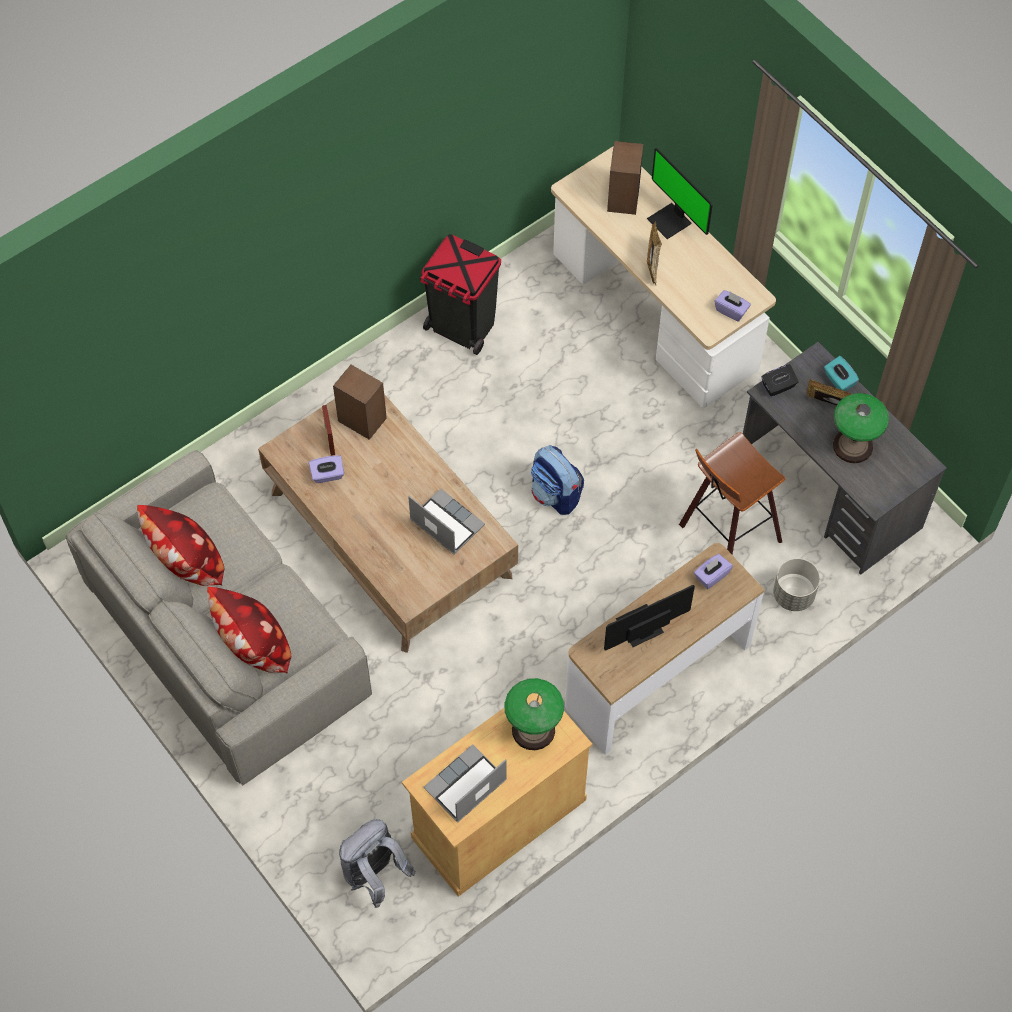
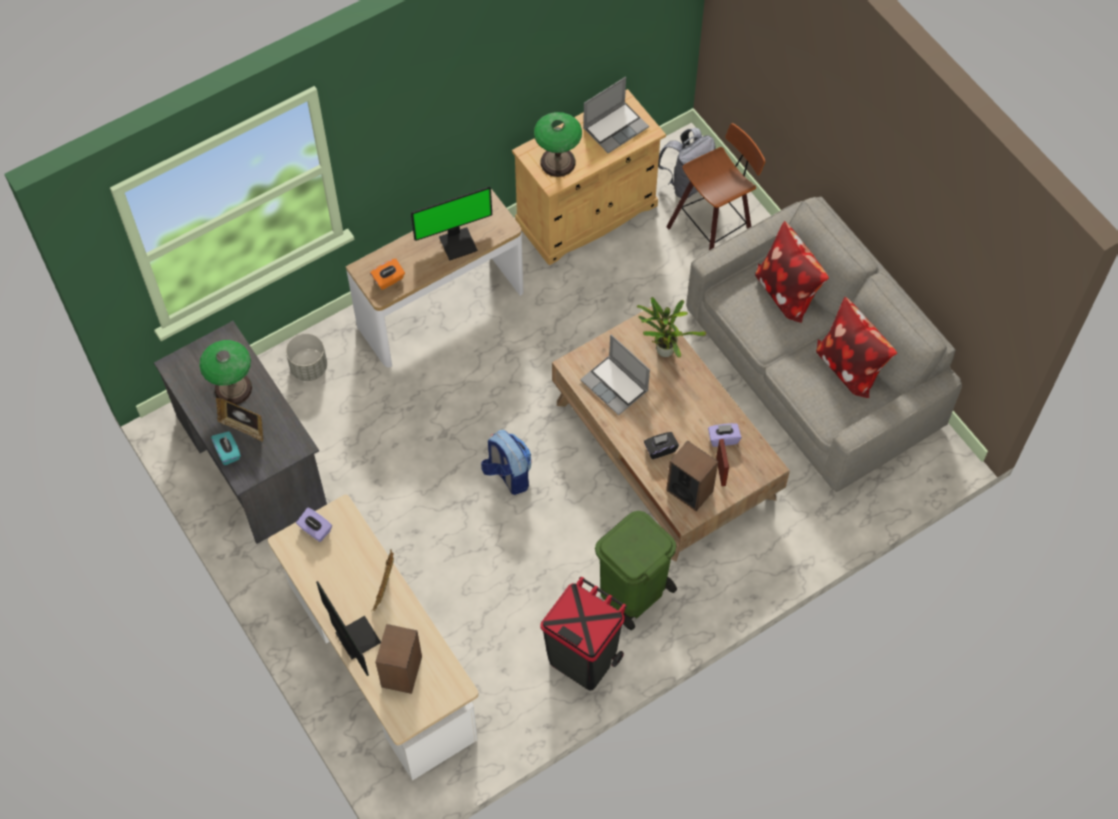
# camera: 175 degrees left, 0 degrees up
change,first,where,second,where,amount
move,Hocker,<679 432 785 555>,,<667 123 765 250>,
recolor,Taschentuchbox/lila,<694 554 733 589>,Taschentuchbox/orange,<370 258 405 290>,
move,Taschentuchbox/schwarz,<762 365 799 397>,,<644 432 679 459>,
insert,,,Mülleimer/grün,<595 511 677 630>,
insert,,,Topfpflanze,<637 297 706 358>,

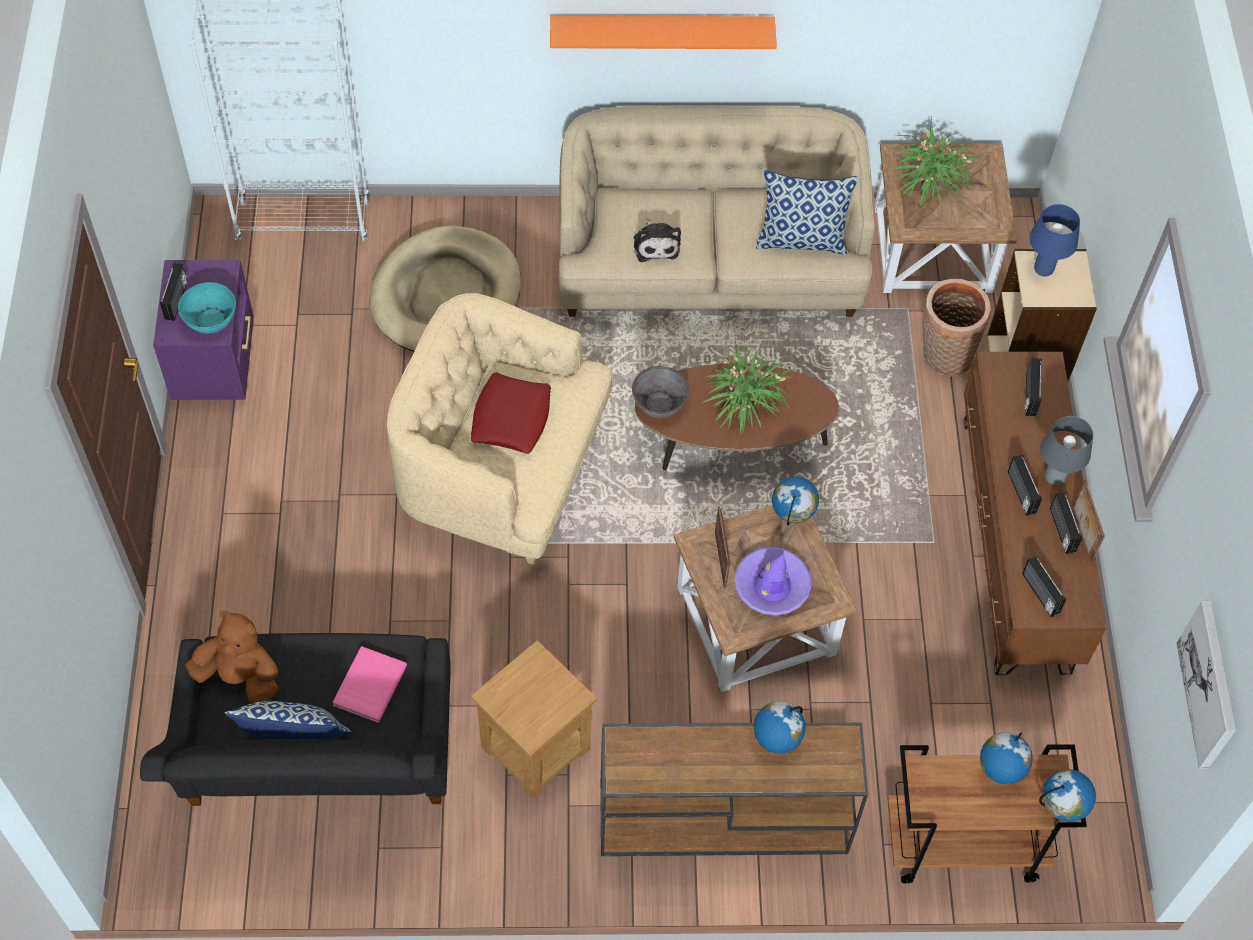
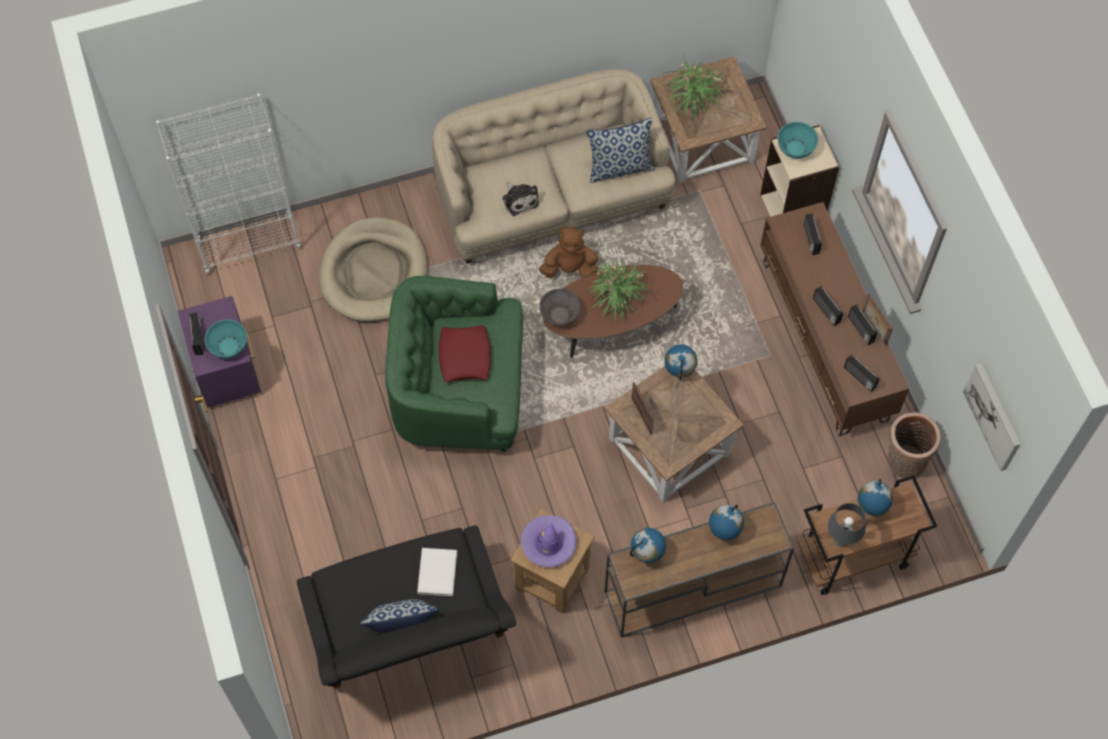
# camera: 15 degrees left, 5 degrees up
change,first,where,second,where,amount
move,Plüschtier/braun,<185 611 278 702>,,<539 227 598 278>,
recolor,Buch/rosa,<332 646 407 723>,Buch/weiß,<417 548 458 596>,
recolor,Sessel/beige,<387 293 612 565>,Sessel/grün,<385 276 523 452>,
delete,Wandregal/orange,<550 15 777 49>,,,
move,Hut/lila,<735 547 812 616>,,<521 515 577 568>,
move,Korb,<923 279 991 377>,,<887 412 940 478>,
replace,Tischlampe/blau,<1029 204 1080 277>,Schüssel/türkis,<777 122 818 159>,
move,Globus,<1039 769 1096 822>,,<630 528 666 563>,
move,Tischlampe/grau,<1040 416 1093 485>,,<828 503 866 547>,

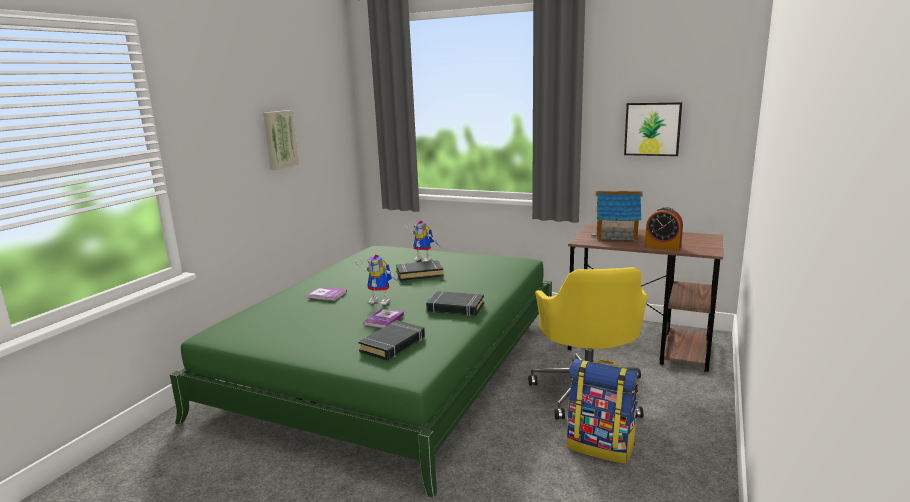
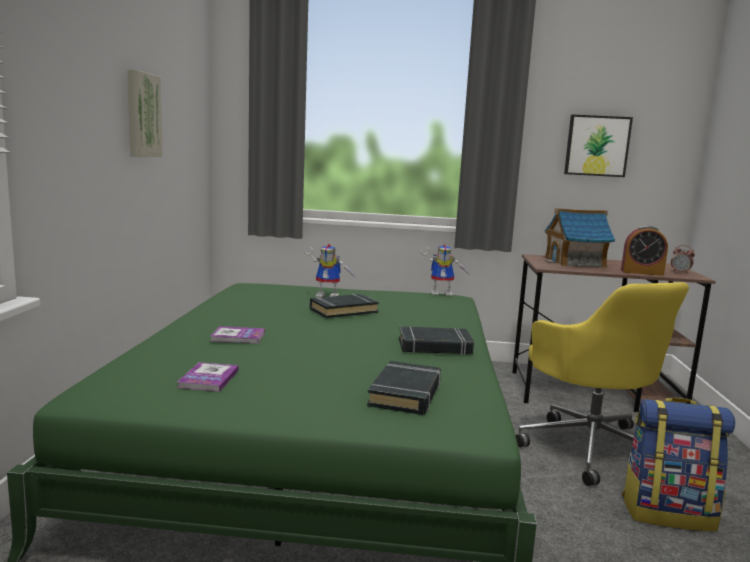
# camera: 20 degrees left, 5 degrees down
change,first,where,second,where,amount
move,Spielzeugroboter,<355 255 402 305>,,<421 244 470 296>,
move,Buch,<363 308 404 328>,,<177 362 238 391>,
insert,,,Wecker,<671 245 695 274>,

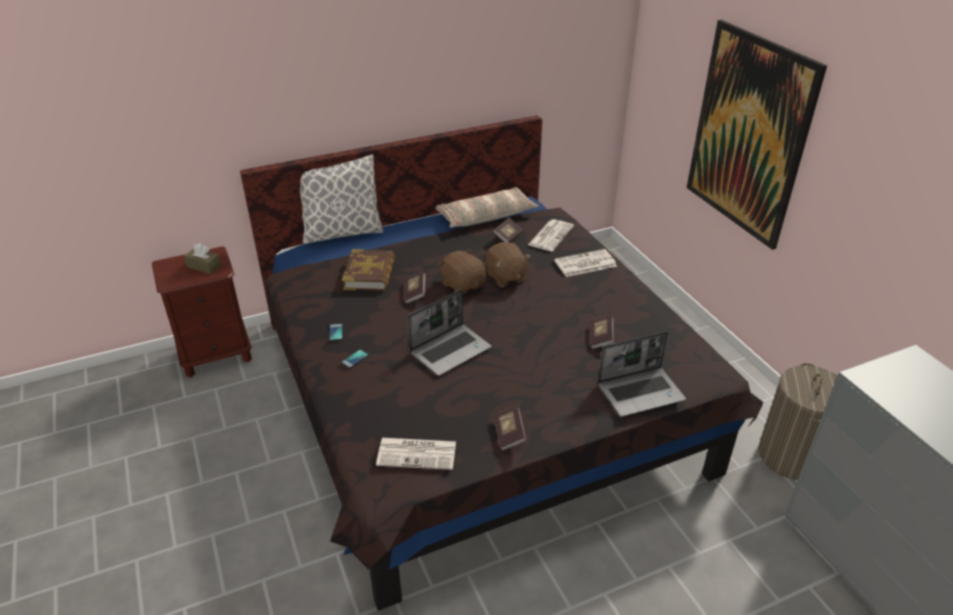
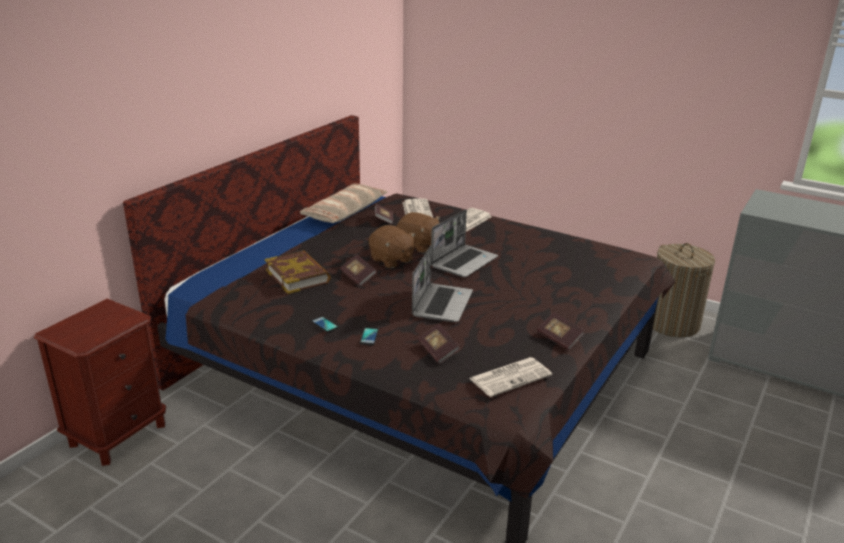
# camera: 35 degrees left, 10 degrees down
change,first,where,second,where,amount
delete,Taschentuchbox/braun,<184 243 222 274>,,,
delete,Kissen,<300 154 383 244>,,,
rotate,Plüschtier/braun,<438 249 486 294>,,<369 225 416 268>,150 degrees counterclockwise
move,Buch,<590 315 614 349>,,<418 324 460 364>,
move,Laptop,<597 331 686 417>,,<431 209 498 277>,
delete,Bild,<687 20 827 250>,,,

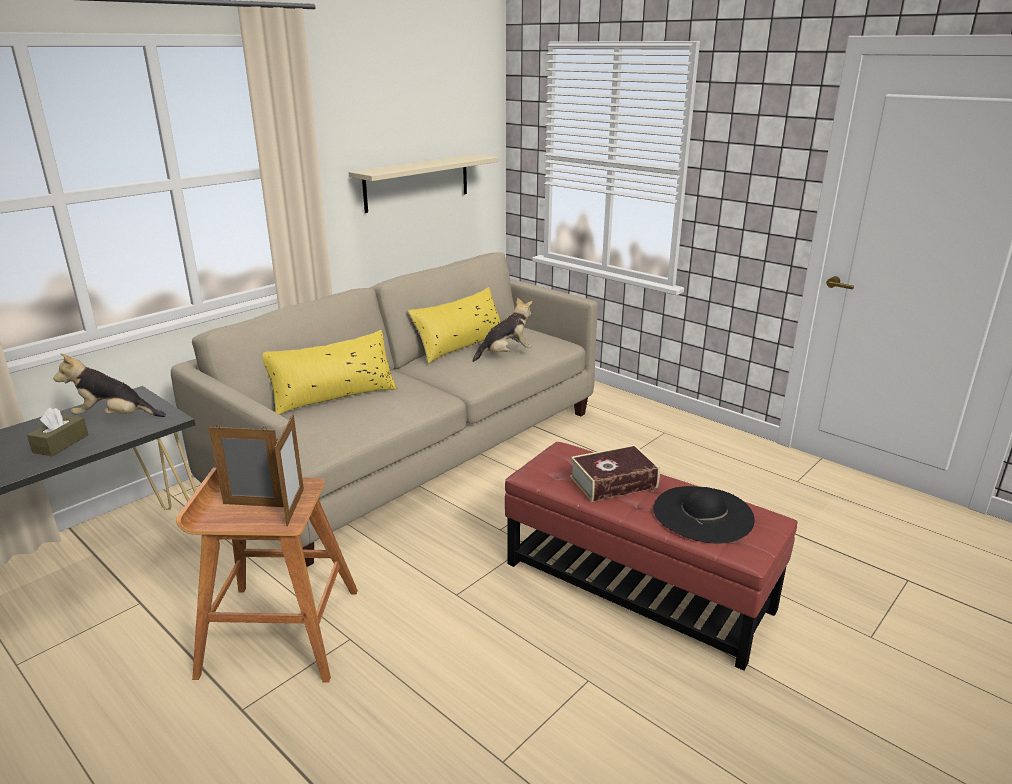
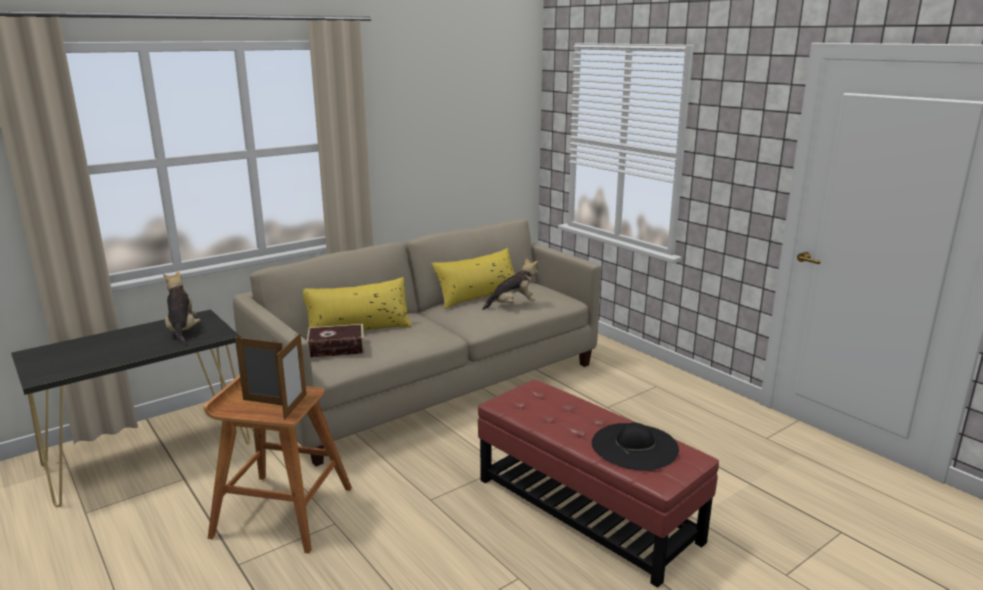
# camera: 10 degrees right, 5 degrees down
change,first,where,second,where,amount
delete,Taschentuchbox/braun,<27 407 89 456>,,,
rotate,Plüschtier,<53 353 166 417>,,<163 271 200 346>,60 degrees clockwise
delete,Wandregal/beige,<349 154 498 213>,,,
move,Buch,<570 445 660 502>,,<307 324 365 358>,

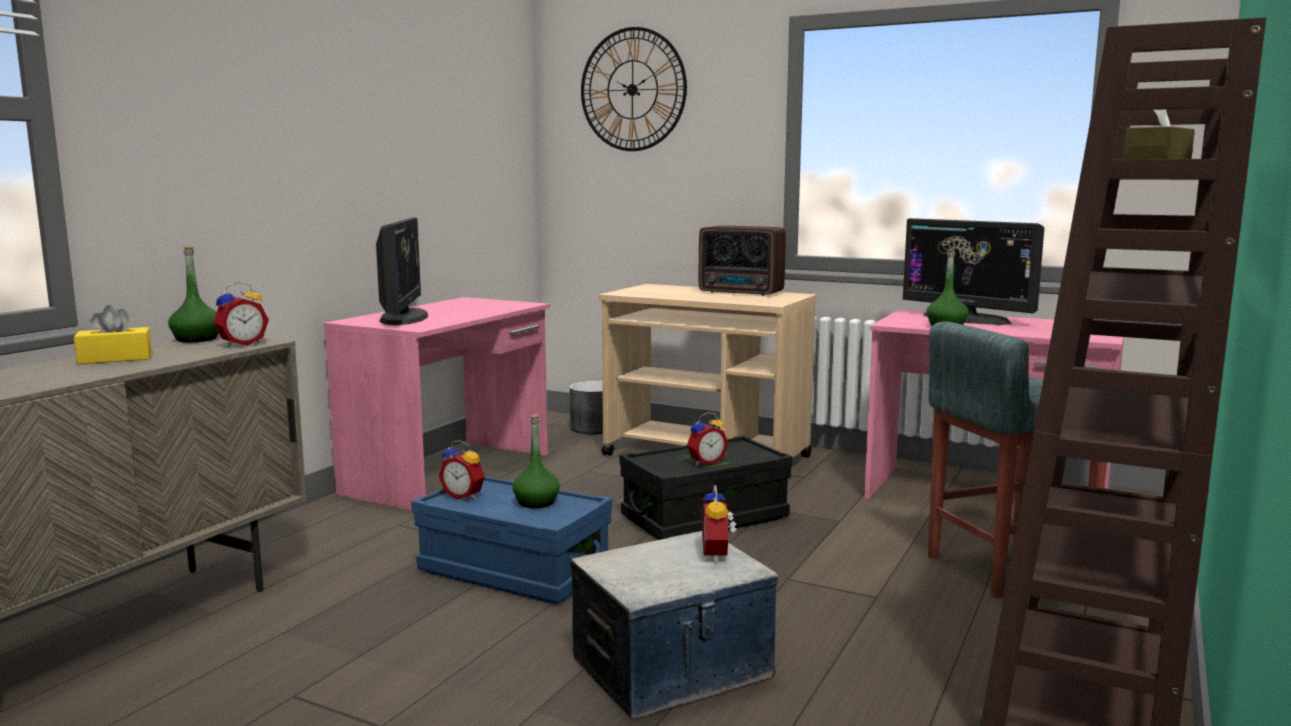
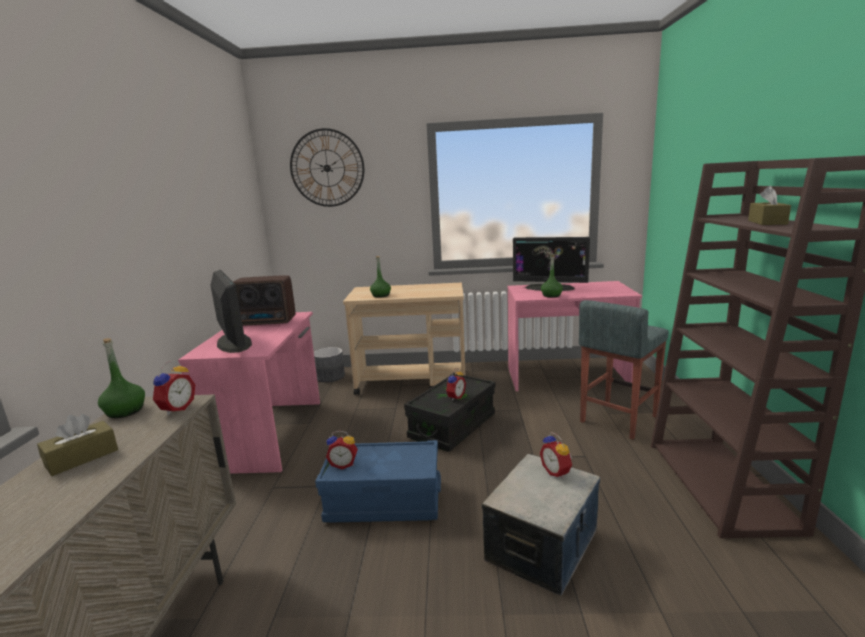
# camera: 25 degrees left, 5 degrees up
change,first,where,second,where,amount
recolor,Taschentuchbox/gelb,<74 305 152 364>,Taschentuchbox/braun,<37 414 118 476>,
move,Flasche/grün,<512 414 560 508>,,<370 256 391 298>,
move,Radio,<699 226 786 296>,,<233 275 295 326>,

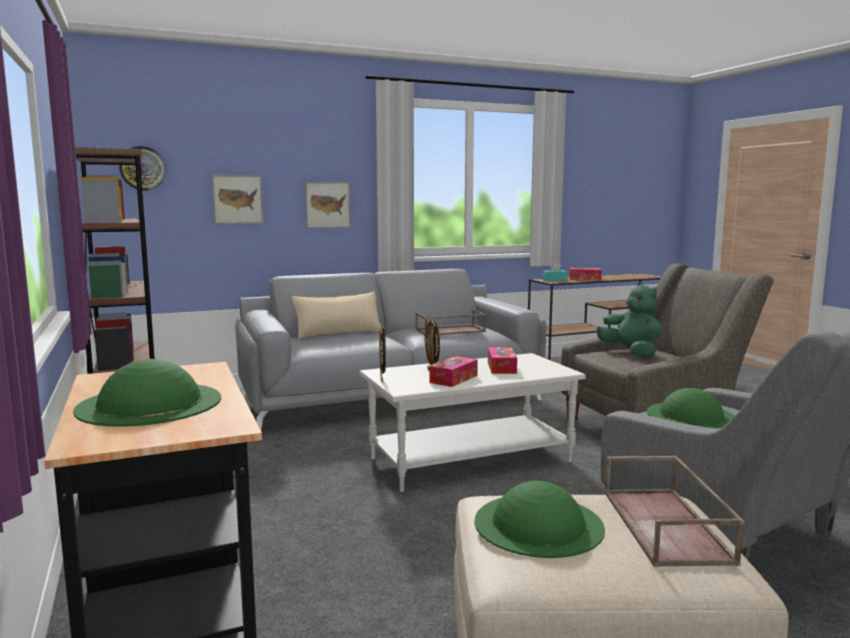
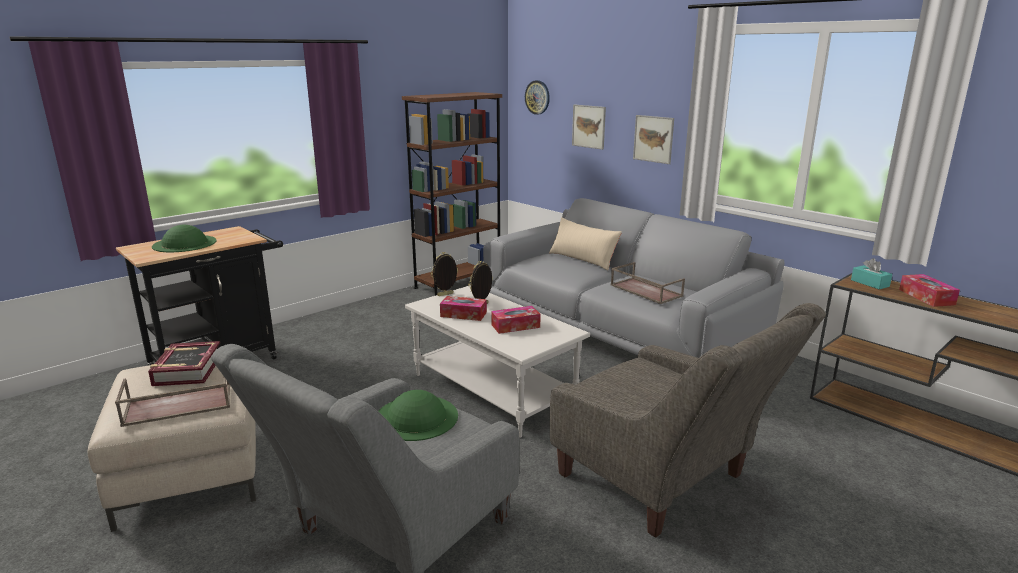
# camera: 70 degrees right, 10 degrees up
change,first,where,second,where,amount
replace,Hut/grün,<475 481 605 558>,Buch,<148 341 220 386>,
delete,Plüschtier/grün,<597 283 662 358>,,,

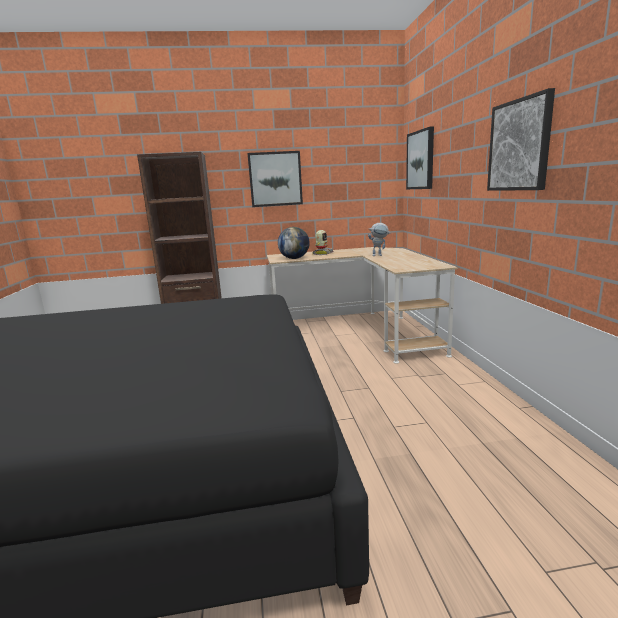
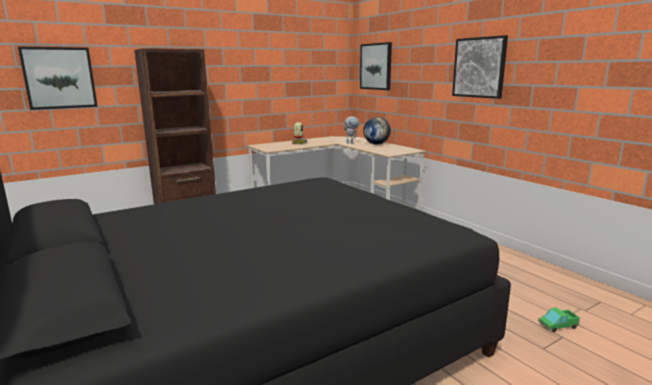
# camera: 25 degrees left, 0 degrees up
change,first,where,second,where,amount
move,Bild,<247 151 303 207>,,<18 47 98 110>,
move,Globus,<278 227 310 259>,,<363 117 391 144>,
insert,,,Spielzeuglaster,<538 307 580 332>,

